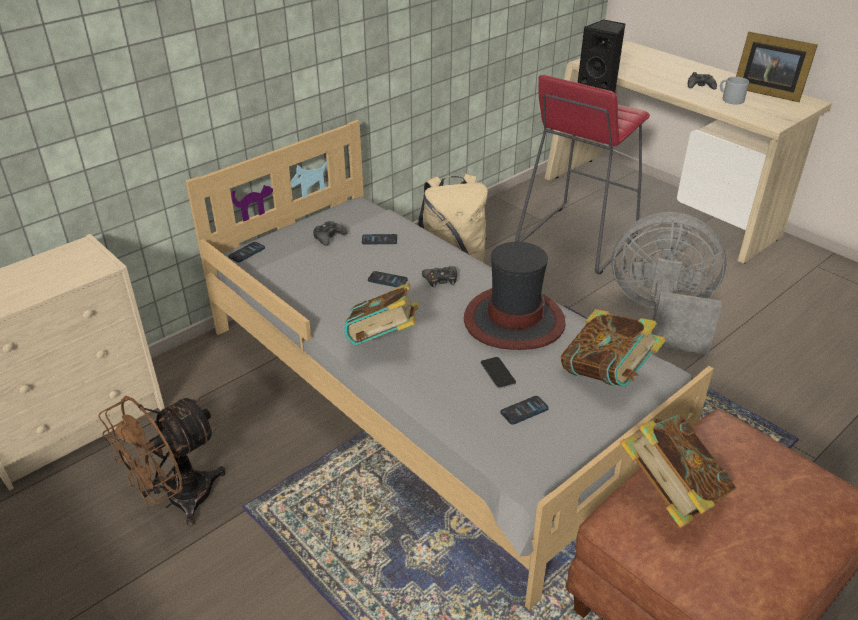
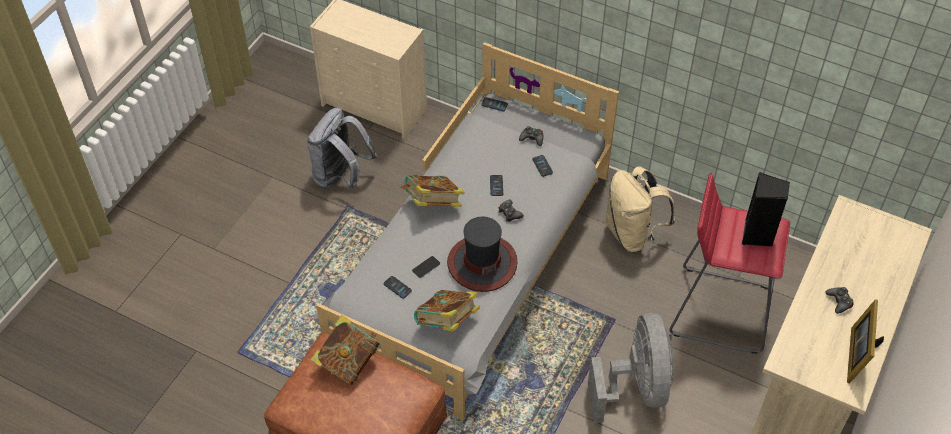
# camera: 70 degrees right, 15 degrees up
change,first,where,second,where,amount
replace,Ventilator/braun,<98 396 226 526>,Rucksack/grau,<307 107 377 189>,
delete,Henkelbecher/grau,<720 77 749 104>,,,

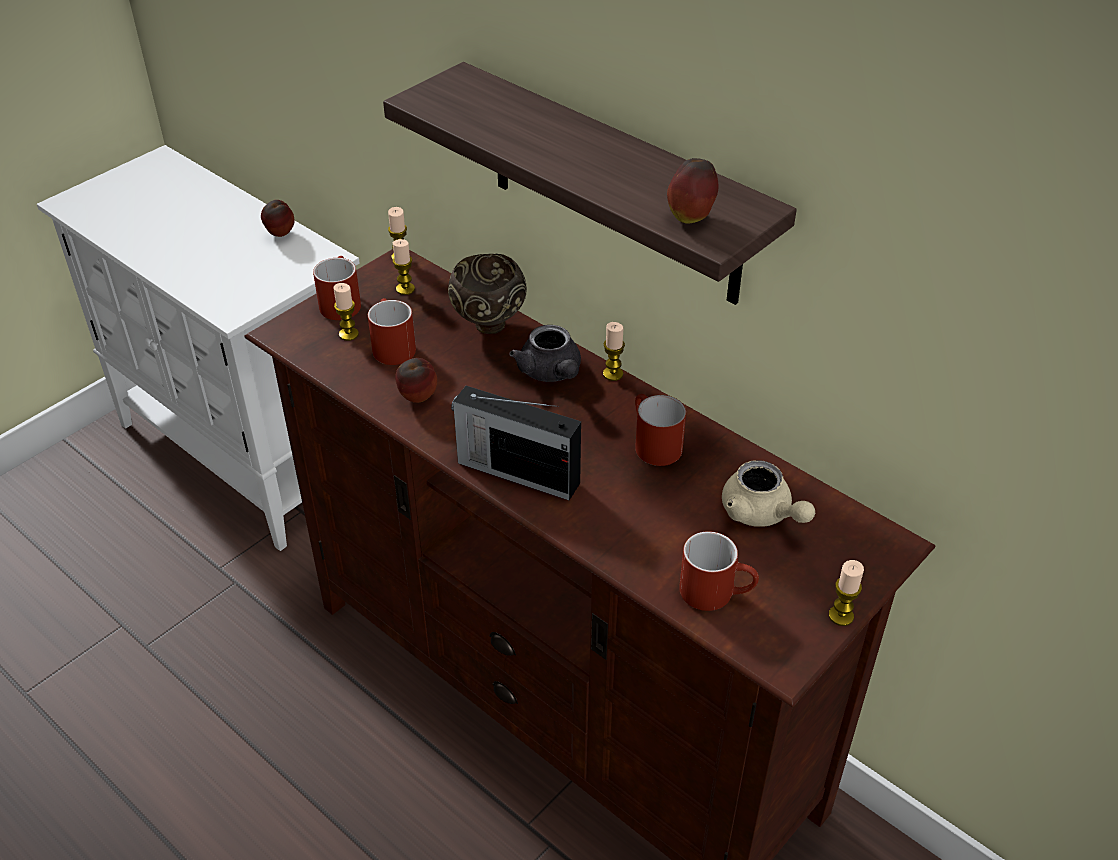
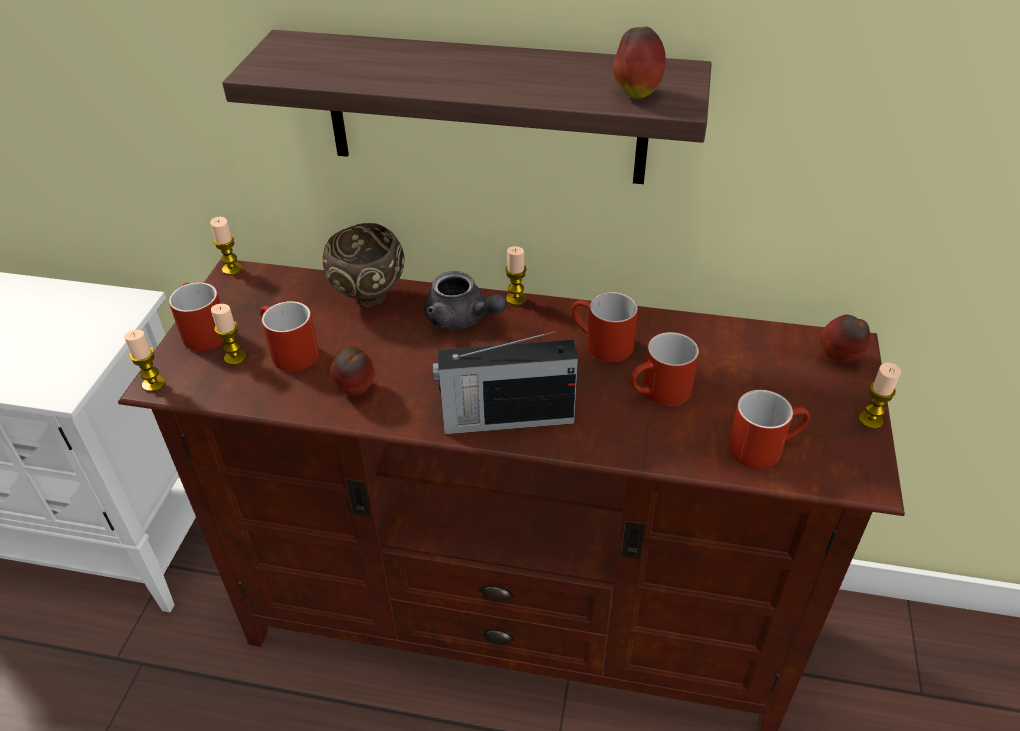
# camera: 30 degrees left, 0 degrees up
change,first,where,second,where,amount
move,Apfel,<261 200 295 237>,,<820 315 870 362>,
move,Kerze,<392 239 415 295>,,<124 330 165 392>,
delete,Teekanne/beige,<722 460 815 527>,,,
insert,,,Henkelbecher/rot,<630 332 699 406>,

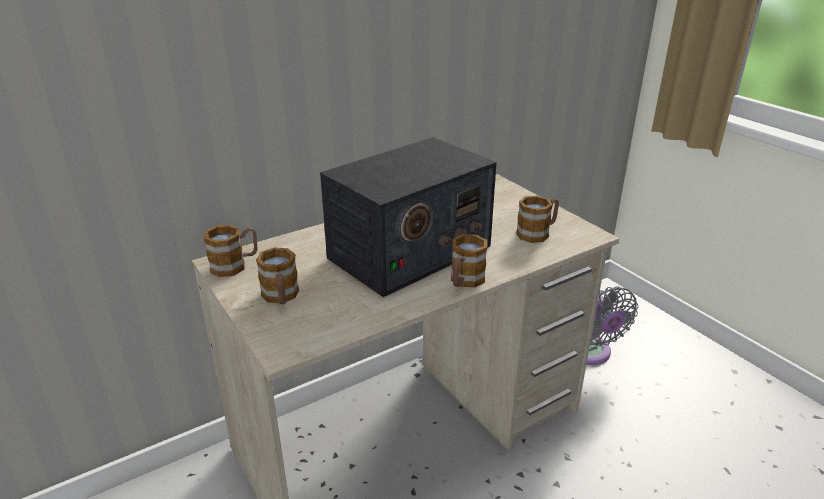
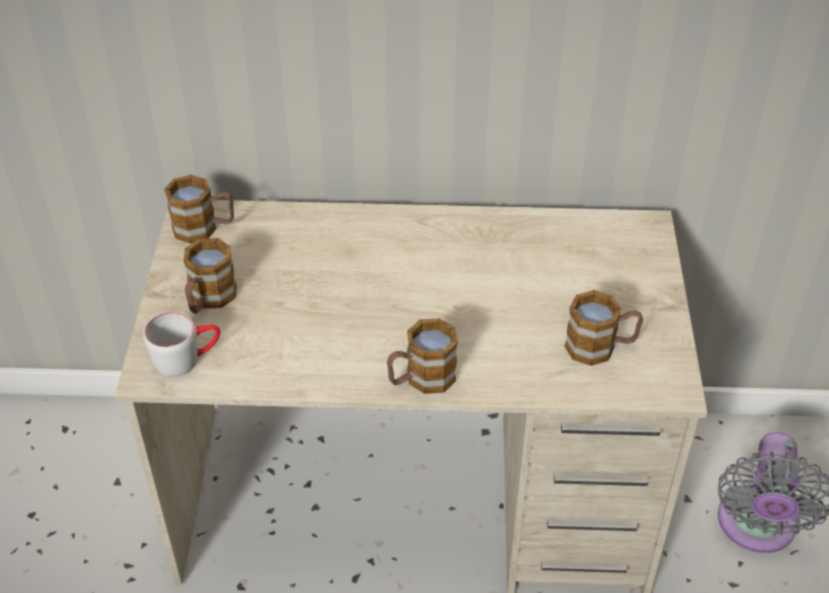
# camera: 35 degrees right, 15 degrees up
change,first,where,second,where,amount
delete,Radio,<320 137 497 297>,,,
insert,,,Henkelbecher/grau,<143 312 220 377>,

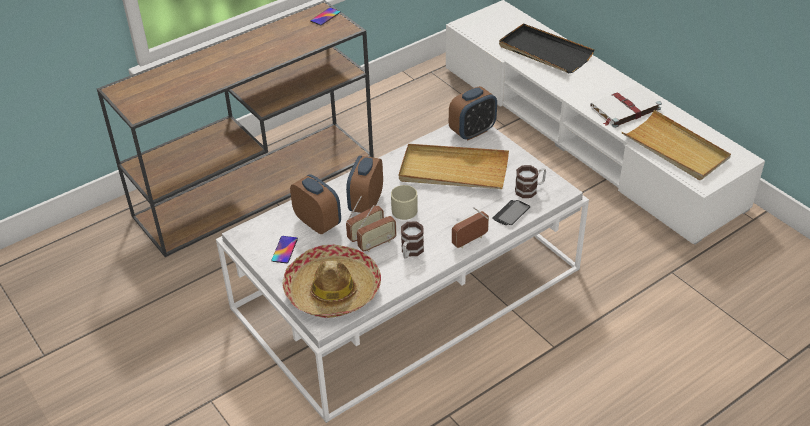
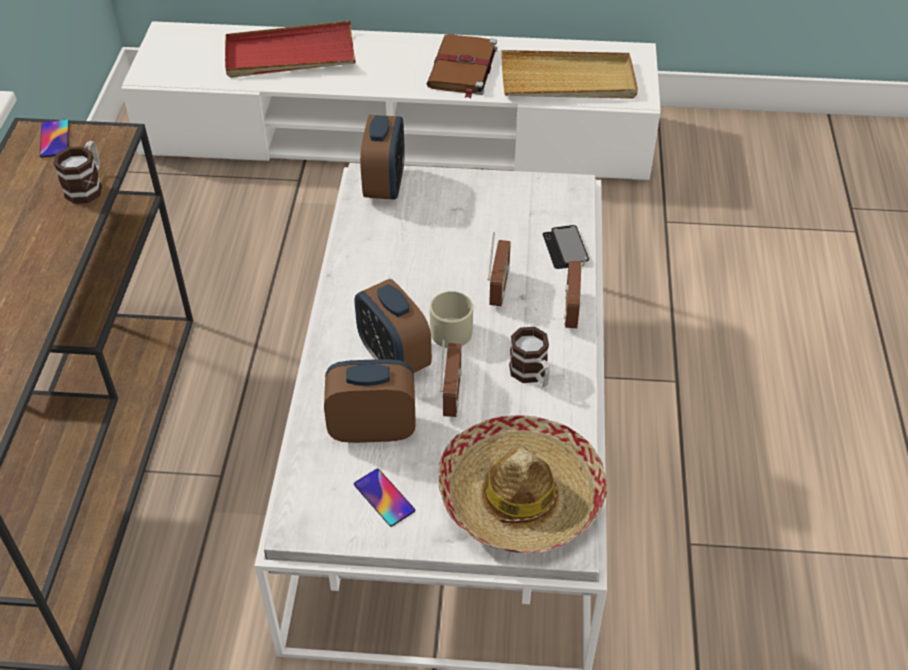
# camera: 50 degrees left, 5 degrees up
change,first,where,second,where,amount
move,Radio,<357 205 397 252>,,<488 232 511 306>,
delete,Tablett/beige,<399 144 509 189>,,,
recolor,Tablett/schwarz,<499 23 594 73>,Tablett/rot,<225 21 356 78>,
move,Henkelbecher,<515 165 546 198>,,<53 141 102 204>,
recolor,Buch/weiß,<590 85 662 128>,Buch/braun,<427 34 497 99>,

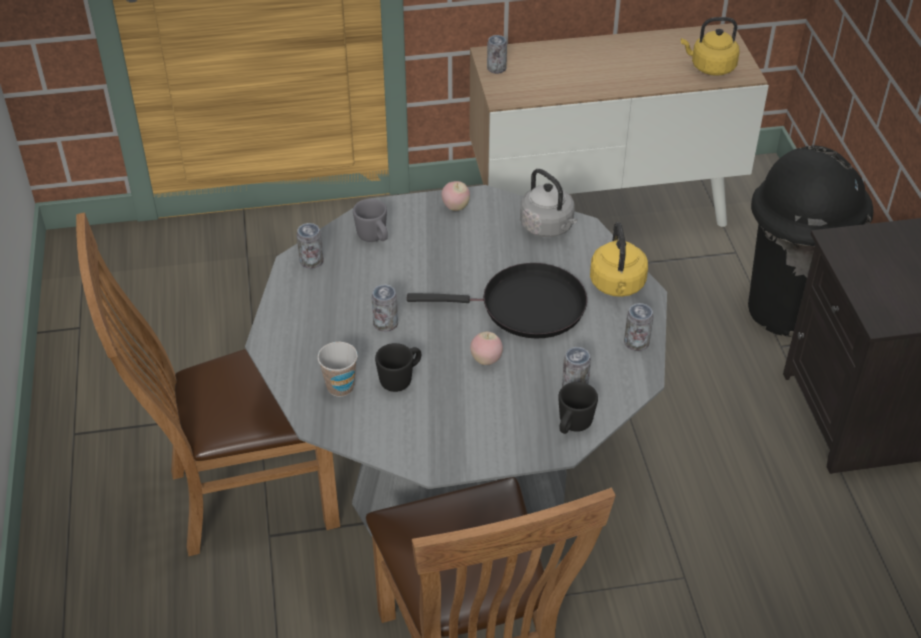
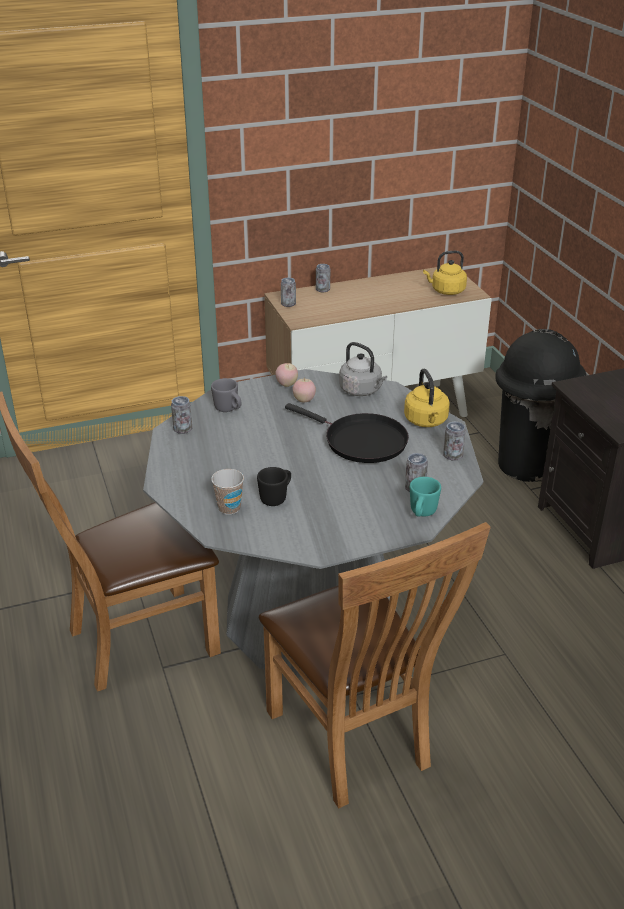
# camera: 10 degrees left, 10 degrees down
change,first,where,second,where,amount
move,Dose,<371 284 398 332>,,<316 264 330 293>,
rotate,Pfanne/schwarz,<407 263 587 338>,,<285 403 409 463>,45 degrees clockwise
move,Apfel,<470 332 503 365>,,<293 378 316 403>,
recolor,Henkelbecher/schwarz,<558 382 598 434>,Henkelbecher/türkis,<410 477 441 517>,

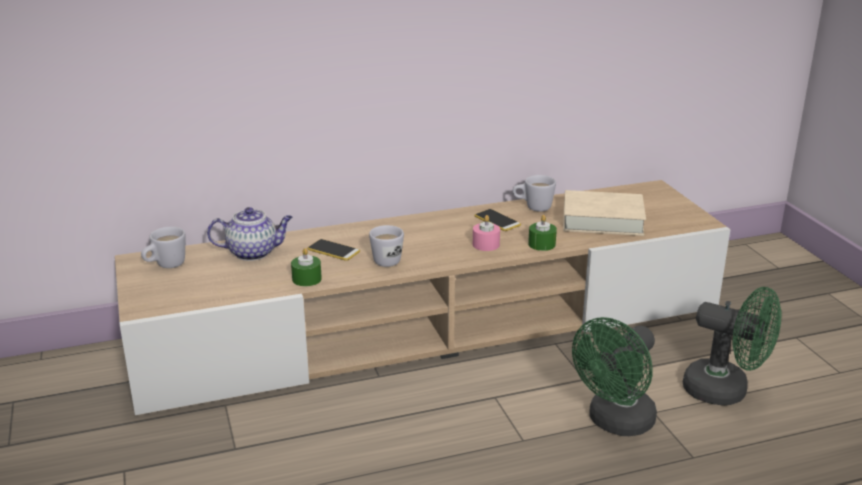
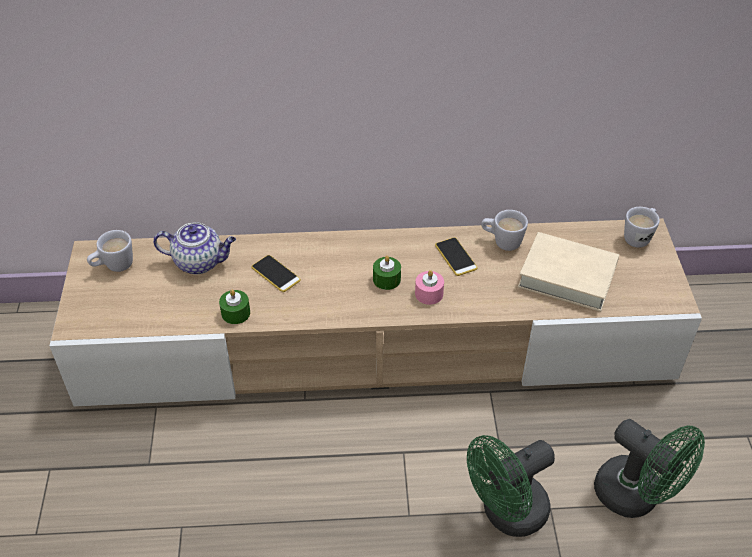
# camera: 15 degrees right, 20 degrees up
change,first,where,second,where,amount
move,Henkelbecher/weiß,<369 225 404 267>,,<624 207 660 248>,
move,Kerze/grün,<528 215 557 251>,,<373 256 401 290>,

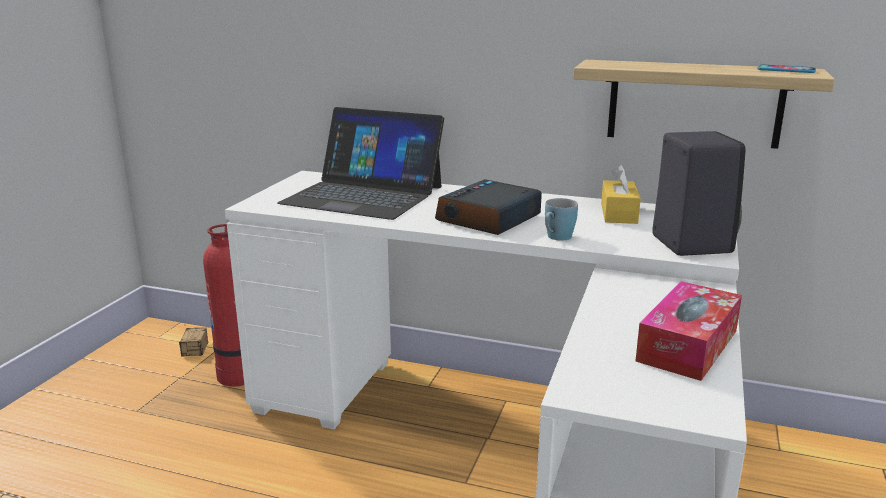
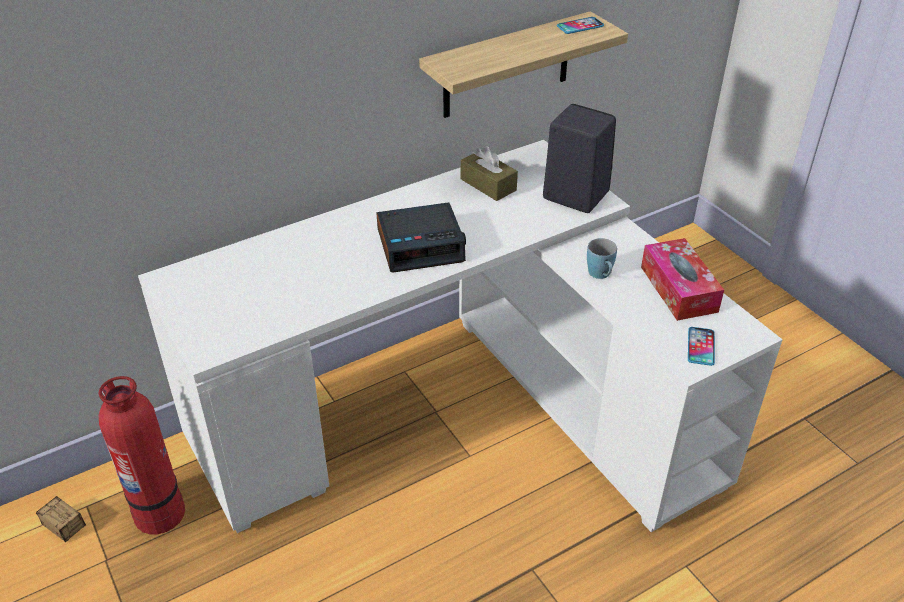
# camera: 50 degrees left, 20 degrees up
change,first,where,second,where,amount
delete,Laptop,<278 107 444 220>,,,
rotate,Wecker,<435 179 542 235>,,<376 202 466 273>,90 degrees counterclockwise
move,Henkelbecher/blau,<545 198 578 241>,,<587 238 617 279>,
recolor,Taschentuchbox/gelb,<601 164 641 224>,Taschentuchbox/braun,<461 146 518 201>,
insert,,,Handy,<688 327 715 366>,

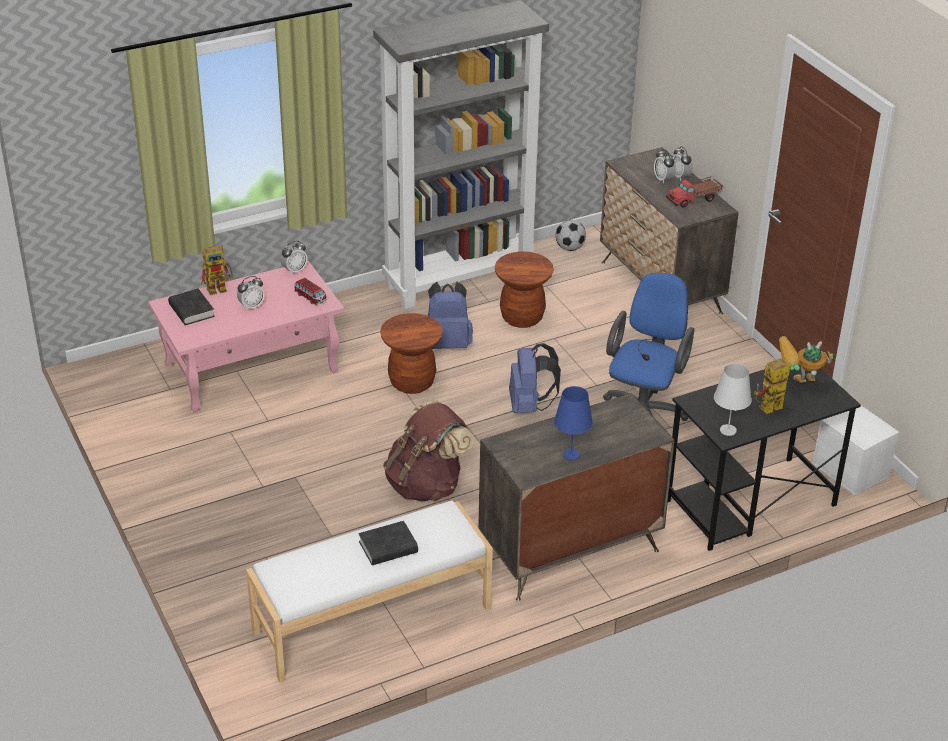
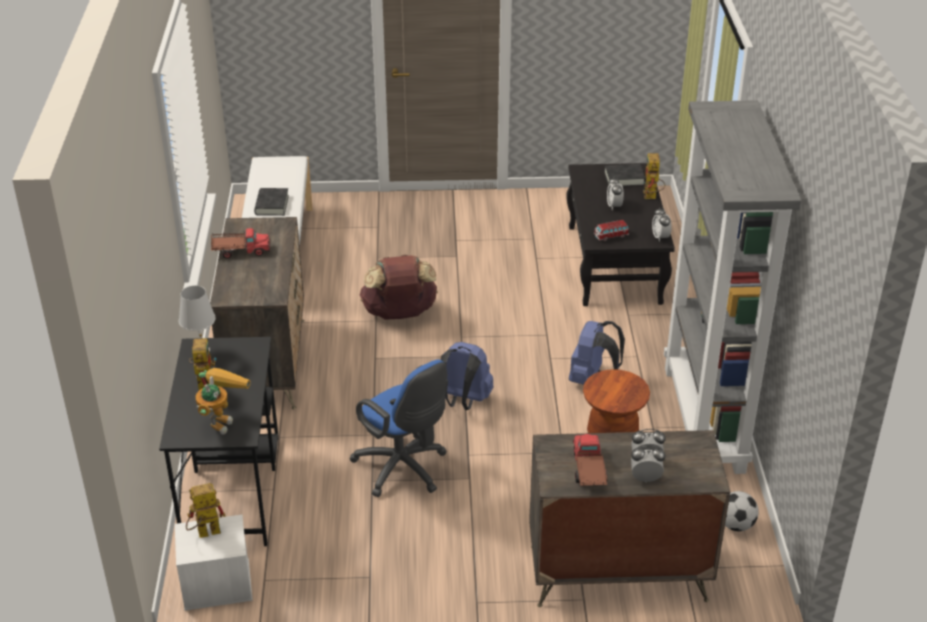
# camera: 115 degrees right, 0 degrees up
change,first,where,second,where,amount
recolor,Couchtisch/rosa,<148 261 344 412>,Couchtisch/schwarz,<566 163 675 306>,
delete,Hocker/braun,<380 313 443 394>,,,
replace,Tischlampe/blau,<554 386 593 460>,Spielzeuglaster,<211 228 270 259>,
insert,,,Spielzeugroboter,<186 483 225 538>,

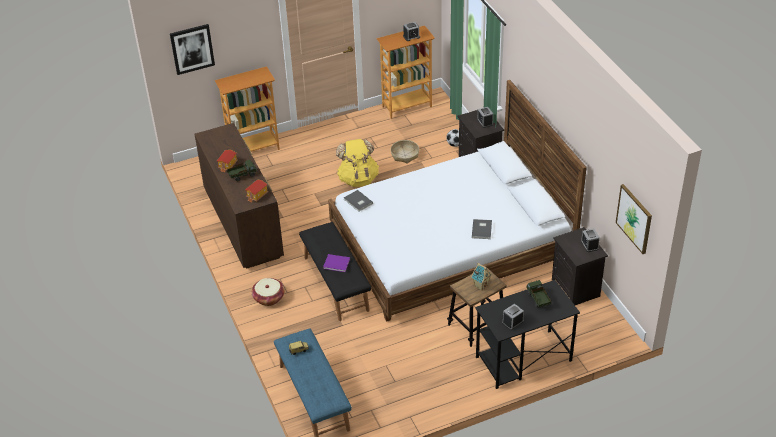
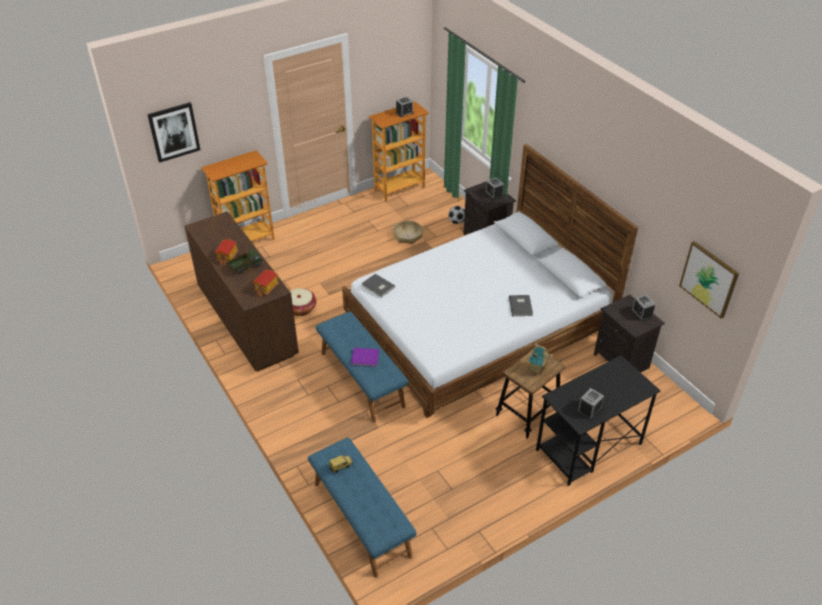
# camera: 10 degrees left, 0 degrees up
change,first,where,second,where,amount
move,Korb,<252 278 285 306>,,<290 288 317 316>,
recolor,Bank/schwarz,<299 222 371 321>,Bank/blau,<316 311 409 423>,
delete,Rucksack/gelb,<336 139 379 187>,,,
delete,Spielzeuglaster,<526 280 552 308>,,,

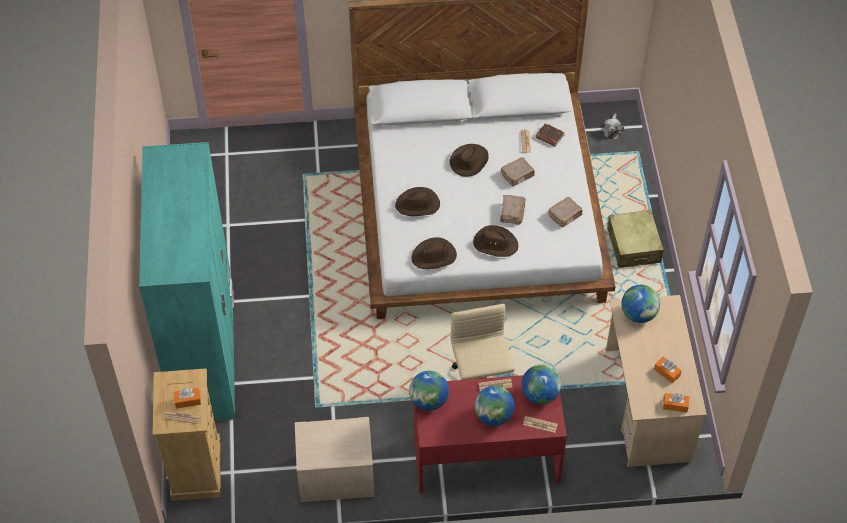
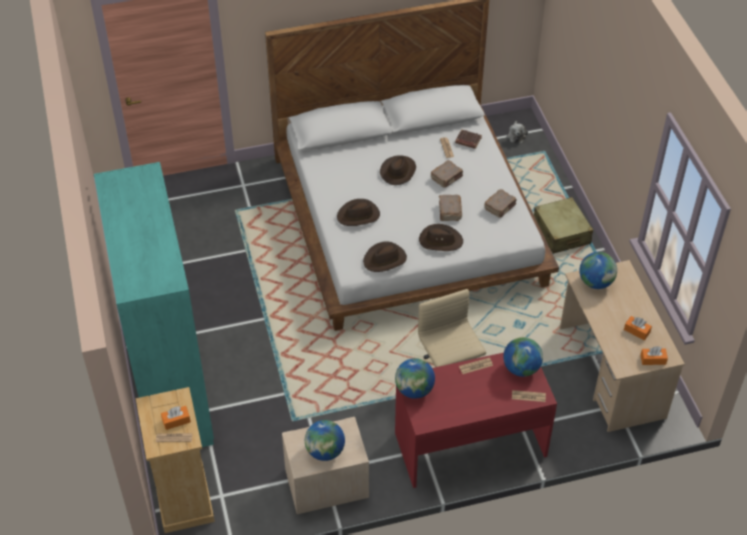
# camera: 10 degrees left, 5 degrees down
change,first,where,second,where,amount
move,Globus,<475 386 515 426>,,<305 420 345 461>,

